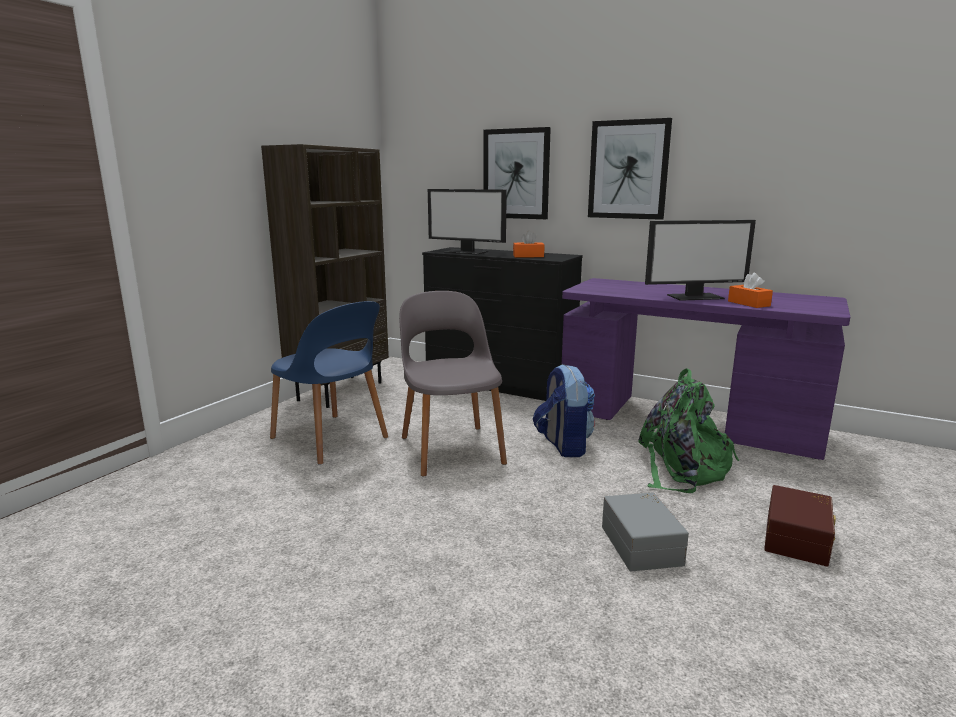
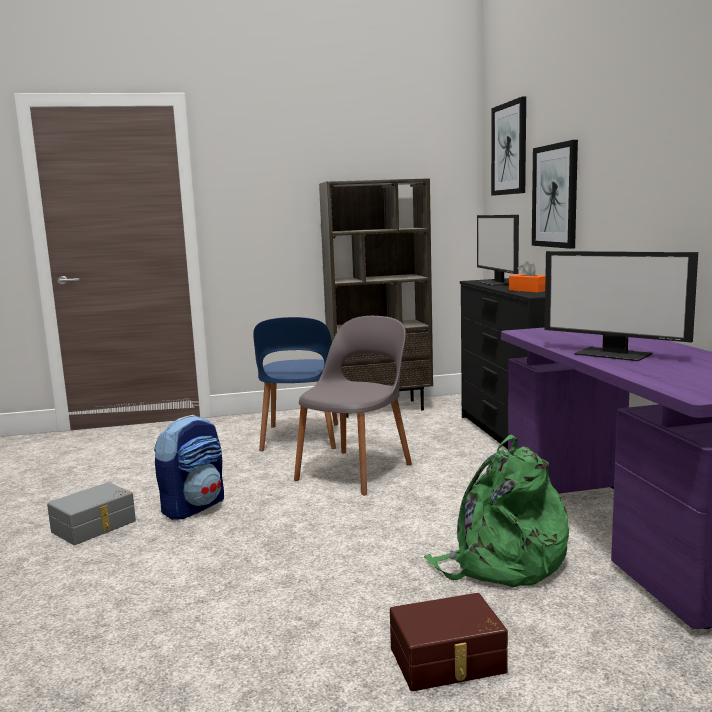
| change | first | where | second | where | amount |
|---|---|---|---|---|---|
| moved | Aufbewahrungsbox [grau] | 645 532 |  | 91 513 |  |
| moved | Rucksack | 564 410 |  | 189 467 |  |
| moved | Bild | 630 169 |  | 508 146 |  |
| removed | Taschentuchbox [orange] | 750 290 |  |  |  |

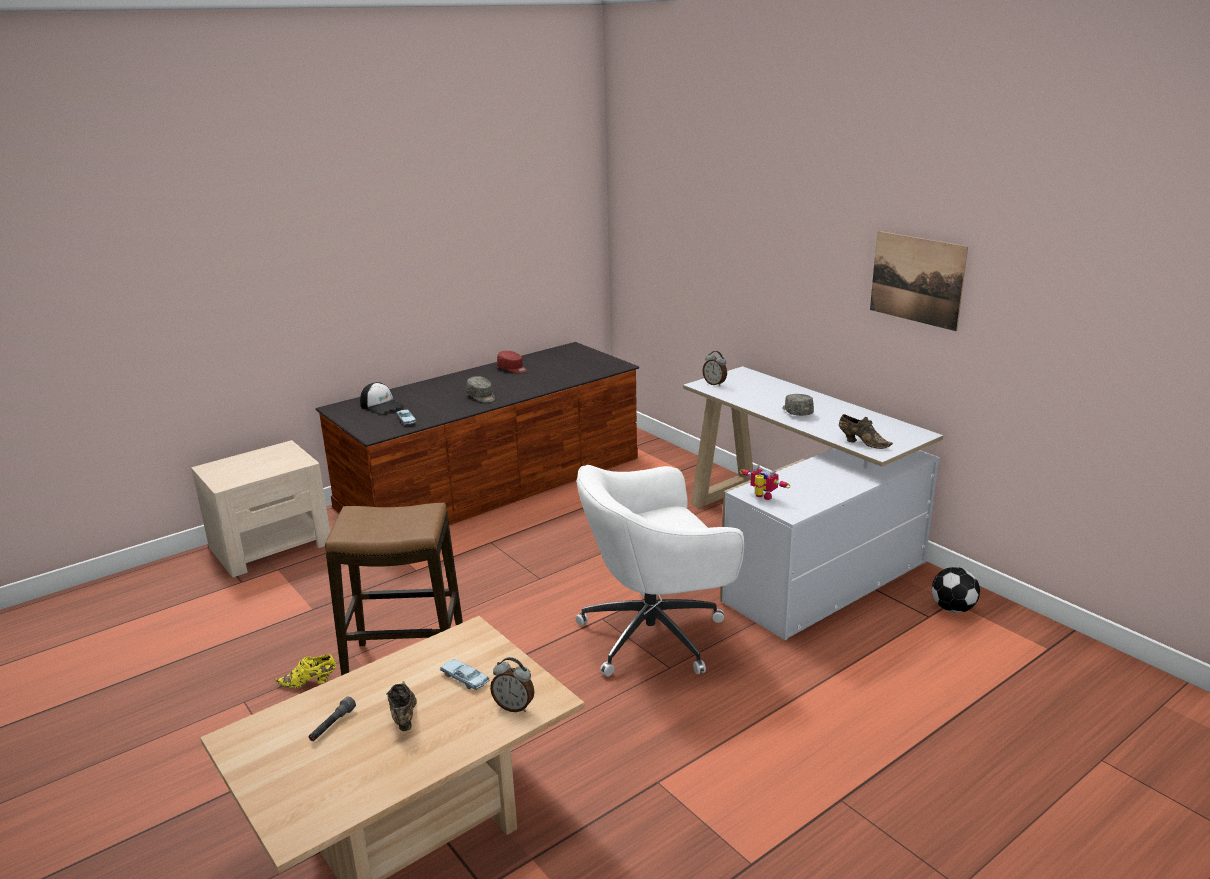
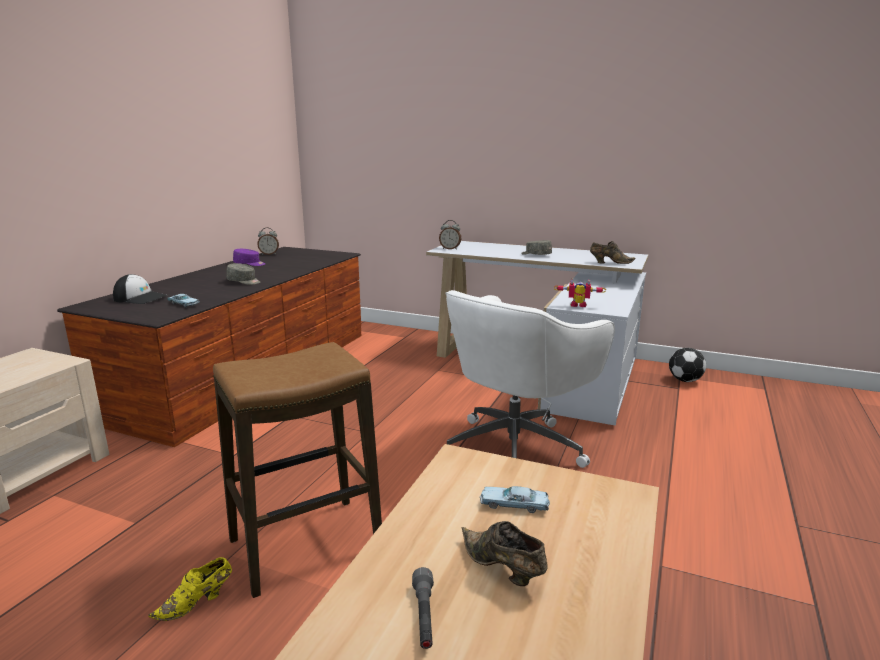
| change | first | where | second | where | amount |
|---|---|---|---|---|---|
| recoloured | Kappe [rot] | 512 362 | Kappe [lila] | 249 257 |  |
| moved | Wecker | 512 684 |  | 268 241 |  |
| removed | Bild | 919 281 |  |  |  |

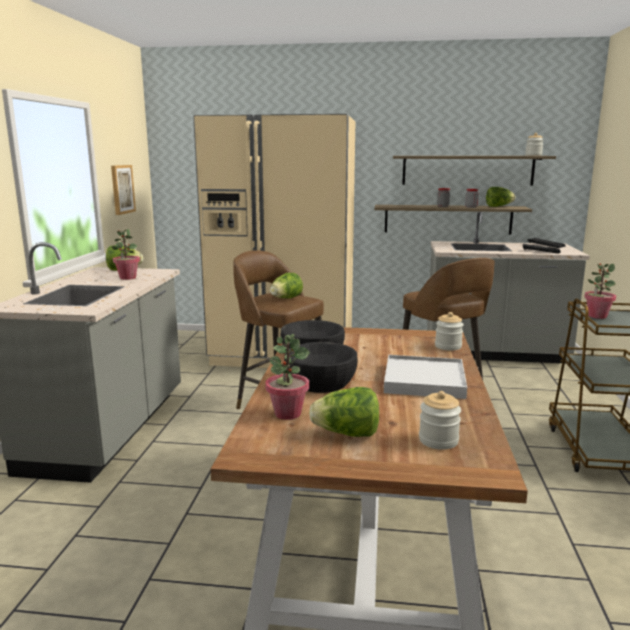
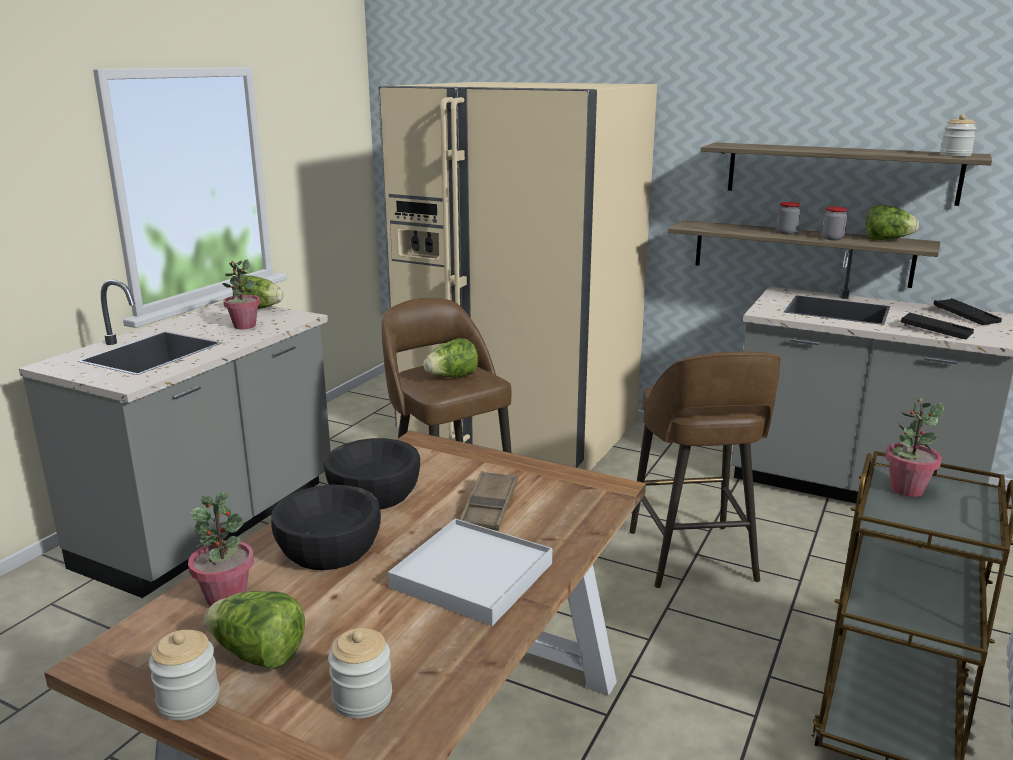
| change | first | where | second | where | amount |
|---|---|---|---|---|---|
| moved | Vorratsglas | 449 331 |  | 184 675 |  |
| added |  |  | Tablett [braun] | 489 501 |  |
| removed | Bild | 123 190 |  |  |  |

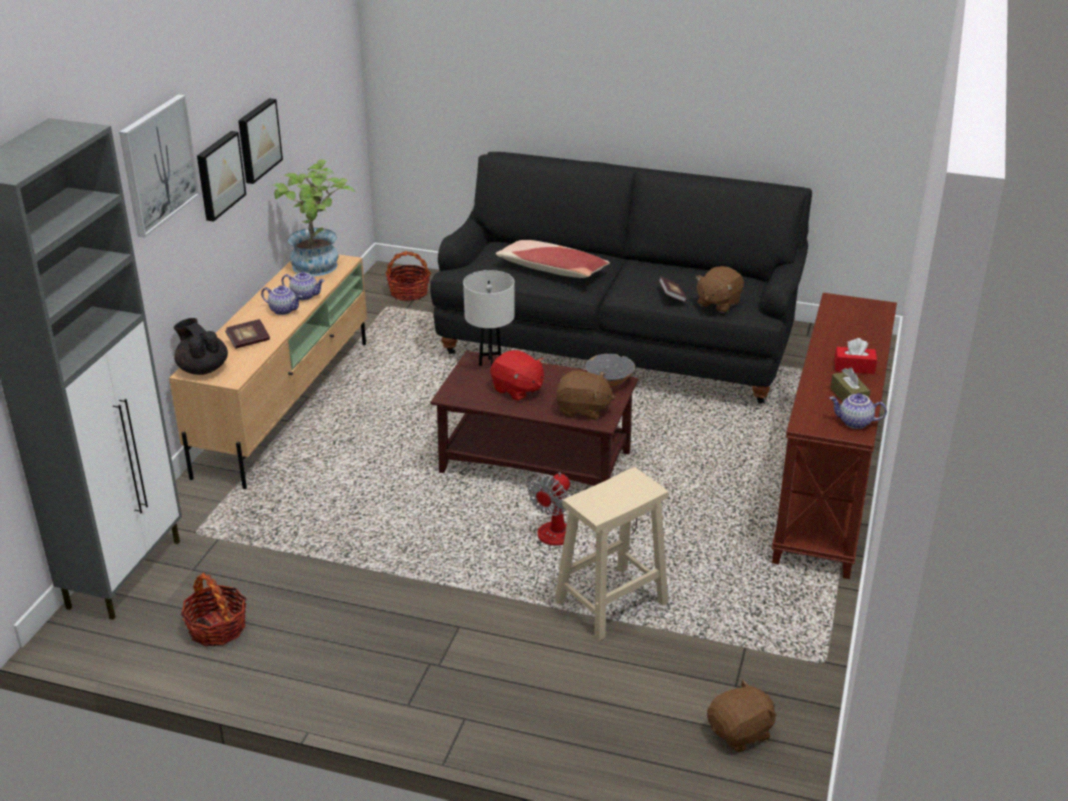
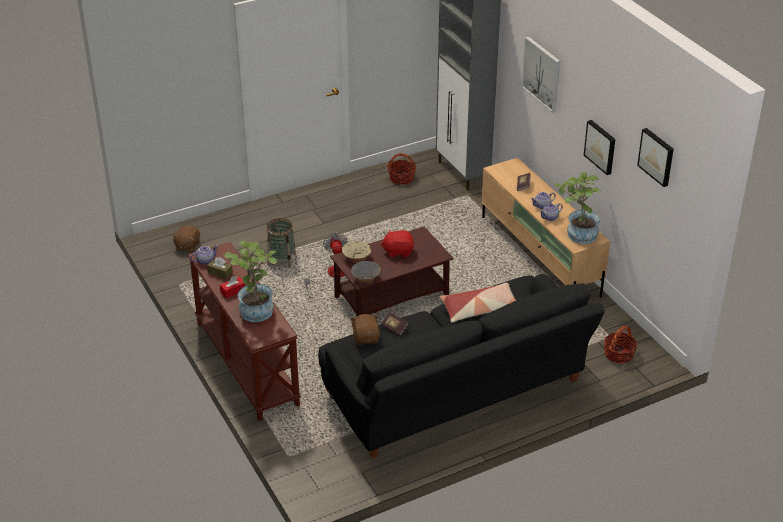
| change | first | where | second | where | amount |
|---|---|---|---|---|---|
| added |  |  | Topfpflanze | 251 281 |  |
| replaced | Hocker [beige] | 612 553 | Korb | 281 243 |  |
| replaced | Plüschtier [braun] | 585 395 | Schüssel [beige] | 356 251 |  |
| moved | Bild | 221 176 |  | 655 157 |  |
| removed | Teekanne [schwarz] | 201 346 |  |  |  |
| removed | Tischlampe [weiß] | 489 318 |  |  |  |

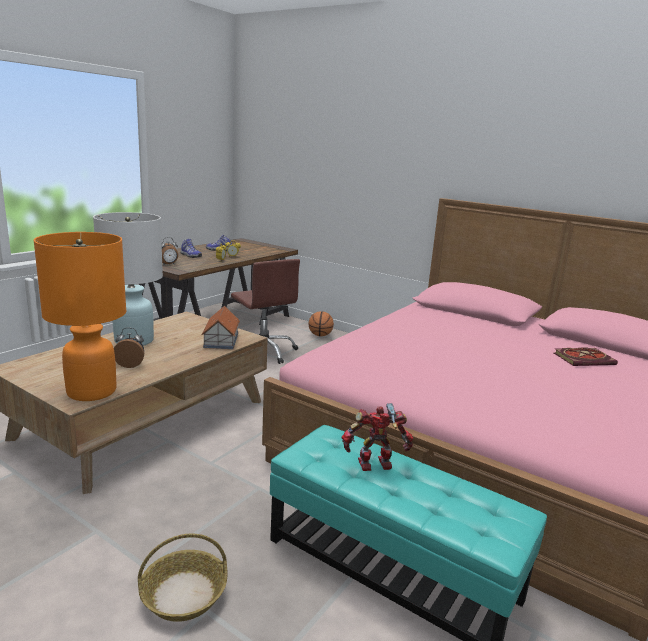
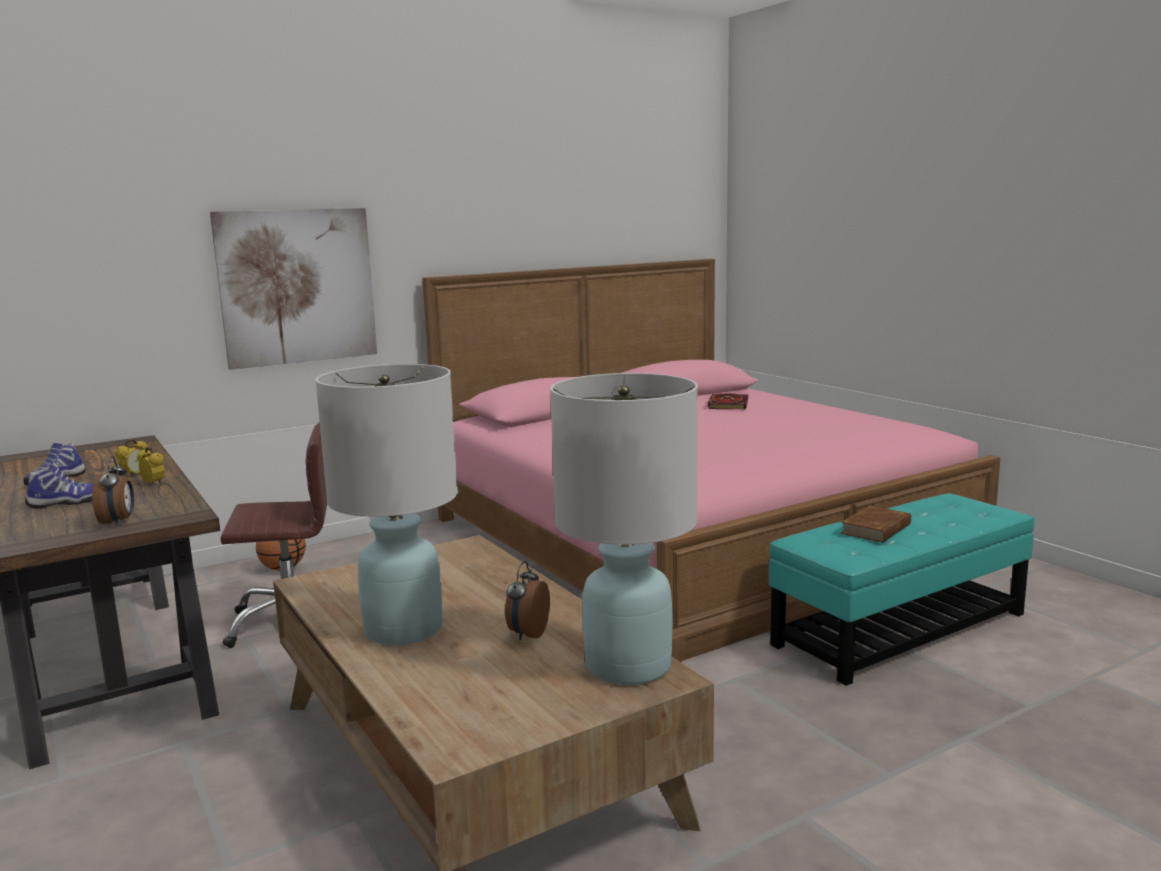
| change | first | where | second | where | amount |
|---|---|---|---|---|---|
| added |  |  | Bild | 293 289 |  |
| recoloured | Tischlampe [orange] | 79 316 | Tischlampe [weiß] | 624 529 |  |
| replaced | Spielzeugroboter | 377 437 | Buch [braun] | 876 524 |  |
| removed | Korb | 183 578 |  |  |  |
| removed | Spielzeughaus | 220 327 |  |  |  |

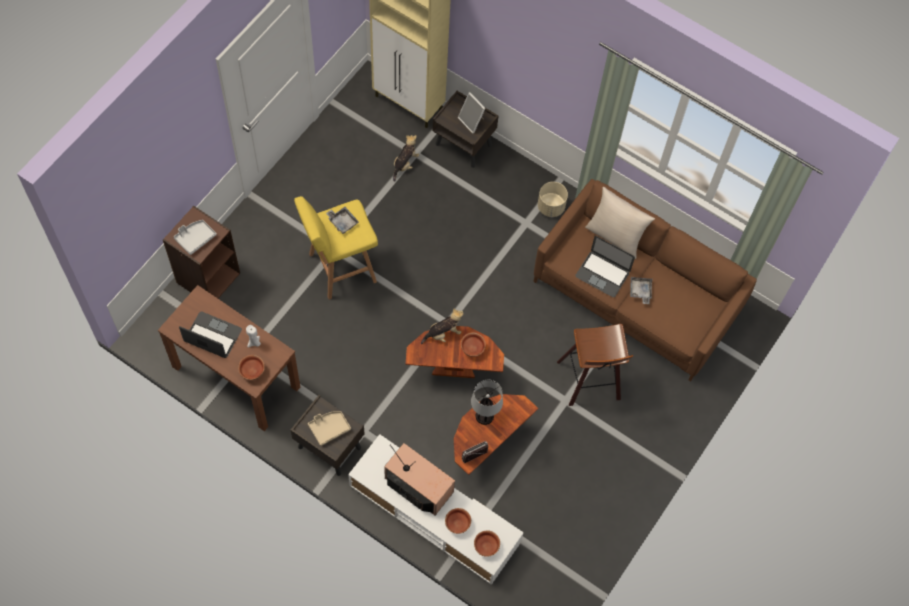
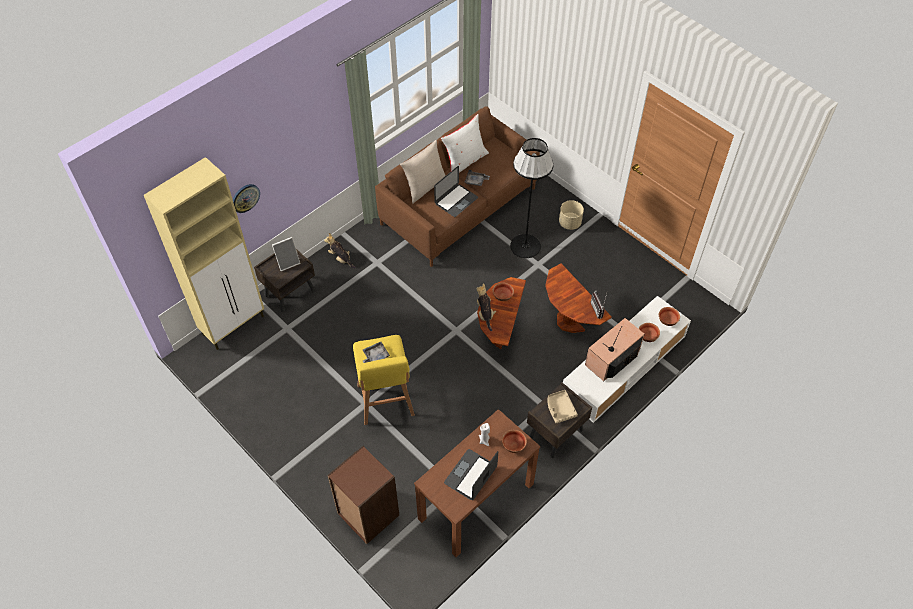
| change | first | where | second | where | amount |
|---|---|---|---|---|---|
| added |  |  | Wanduhr | 246 198 |  |
| moved | Plüschtier | 406 158 |  | 340 251 |  |
| added |  |  | Kissen [weiß] | 465 143 |  |
| replaced | Hocker | 595 365 | Stehlampe [schwarz] | 532 198 |  |
| moved | Pflanzkübel [beige] | 553 199 |  | 571 215 |  |
| removed | Tablett [grau] | 195 237 |  |  |  |
| removed | Tischlampe | 487 402 |  |  |  |

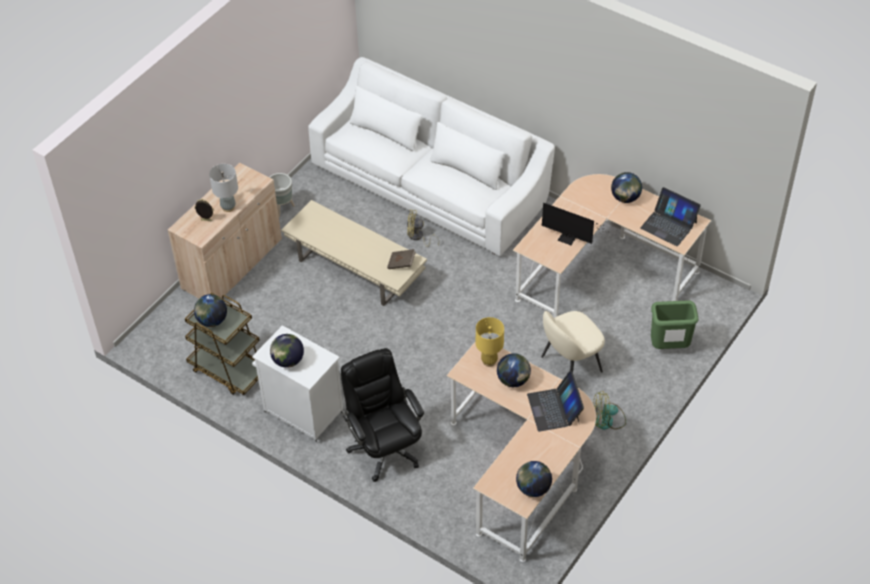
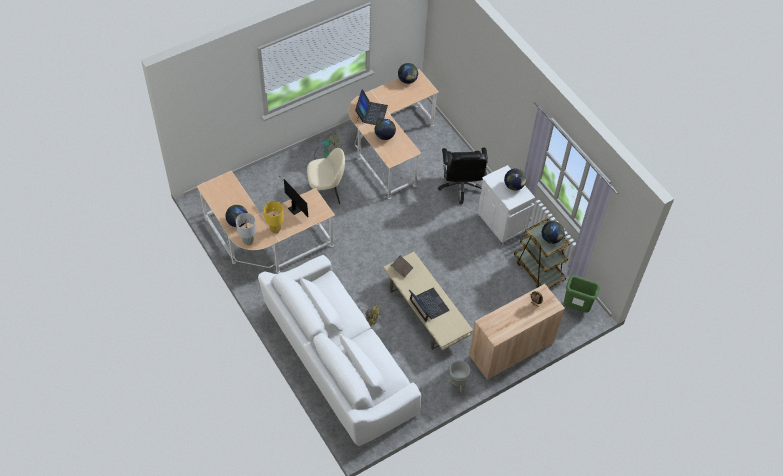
| change | first | where | second | where | amount |
|---|---|---|---|---|---|
| moved | Tischlampe [grau] | 223 188 |  | 246 229 |  |
| moved | Tischlampe [gelb] | 490 342 |  | 274 217 |  |
| moved | Laptop | 670 216 |  | 429 305 |  |
| moved | Mülleimer [grün] | 675 324 |  | 582 294 |  |

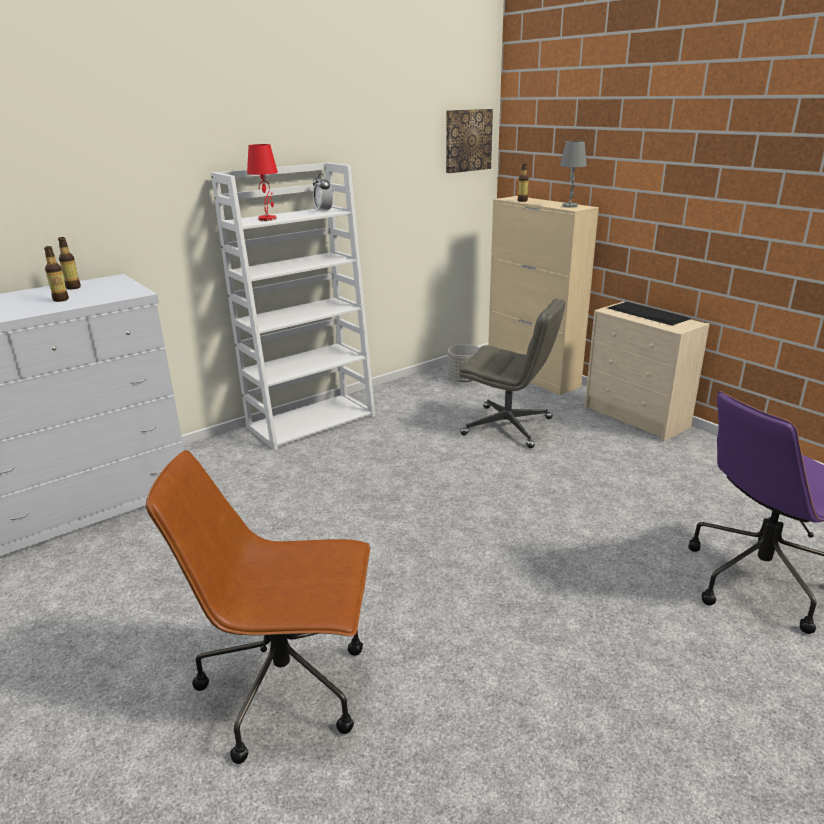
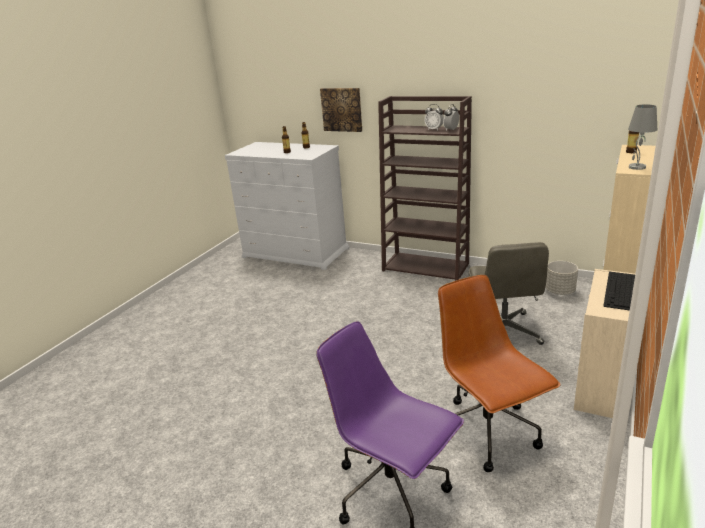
| change | first | where | second | where | amount |
|---|---|---|---|---|---|
| moved | Bild | 469 141 |  | 341 110 |  |
| recoloured | Bücherregal [weiß] | 293 306 | Bücherregal [braun] | 425 188 |  |
| added |  |  | Wecker | 434 117 |  |
| moved | Bürostuhl [braun] | 258 607 |  | 499 373 |  |
| removed | Tischlampe [rot] | 262 182 |  |  |  |

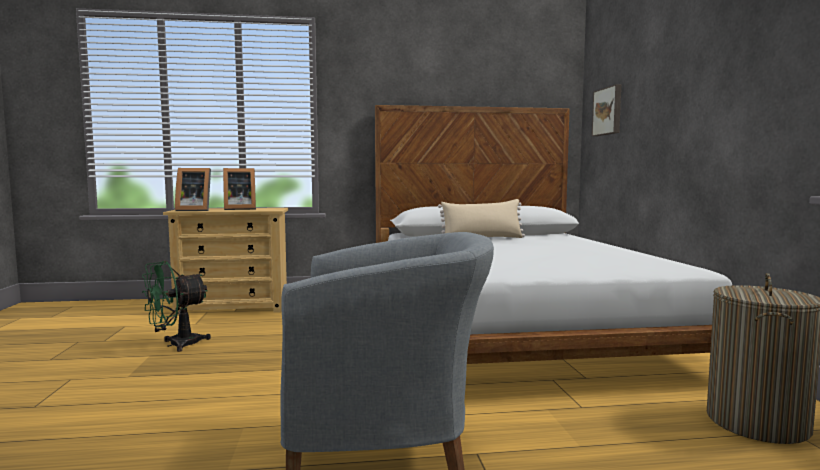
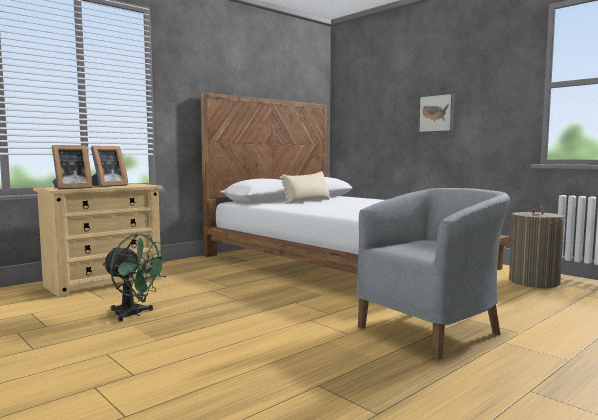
| change | first | where | second | where | amount |
|---|---|---|---|---|---|
| turned | Ventilator [grün] | 176 306 |  | 135 278 | 75 degrees counterclockwise |
| moved | Bild | 606 110 |  | 436 113 |  |

